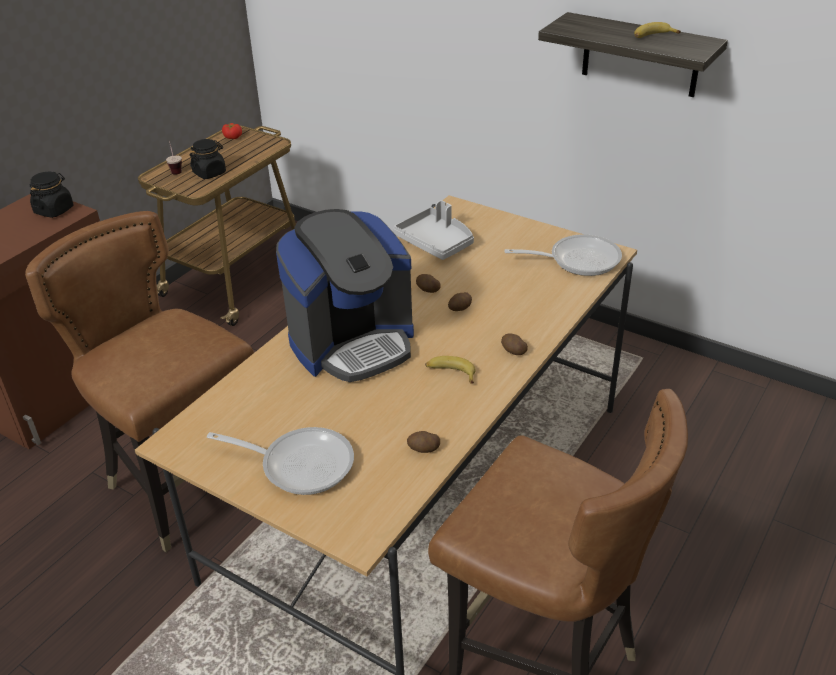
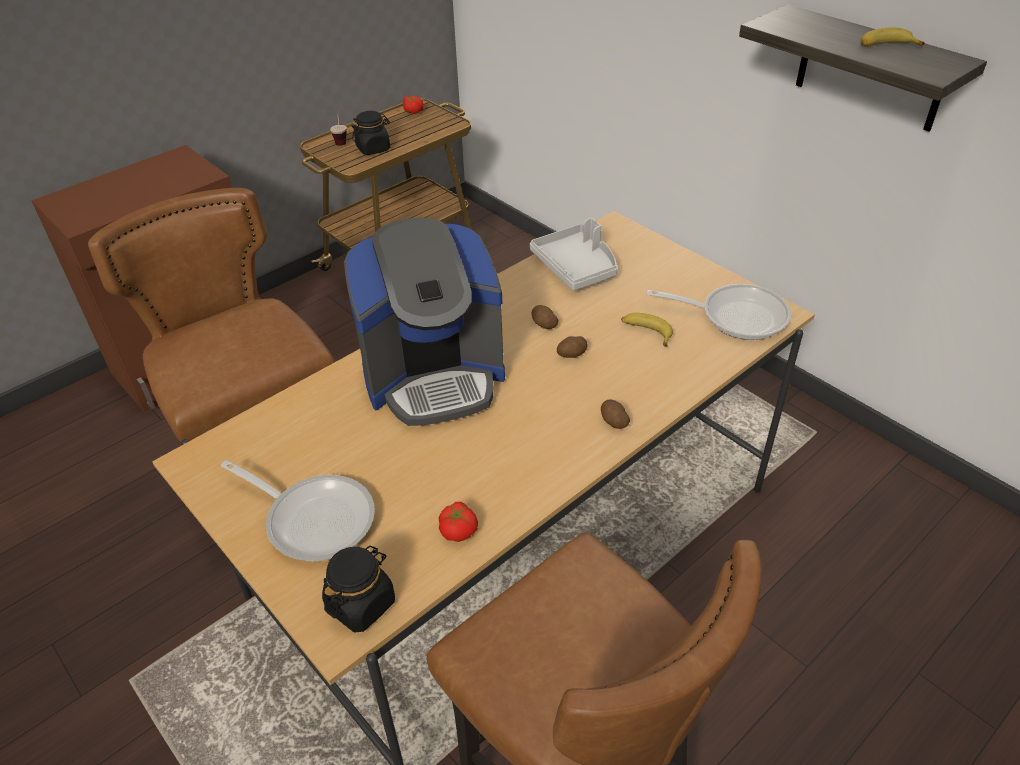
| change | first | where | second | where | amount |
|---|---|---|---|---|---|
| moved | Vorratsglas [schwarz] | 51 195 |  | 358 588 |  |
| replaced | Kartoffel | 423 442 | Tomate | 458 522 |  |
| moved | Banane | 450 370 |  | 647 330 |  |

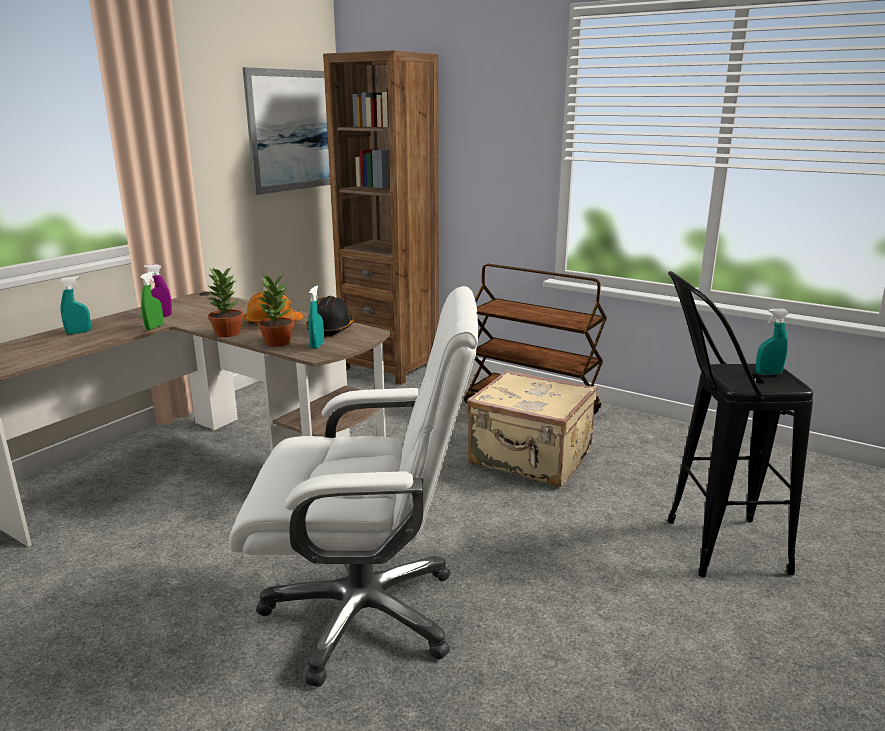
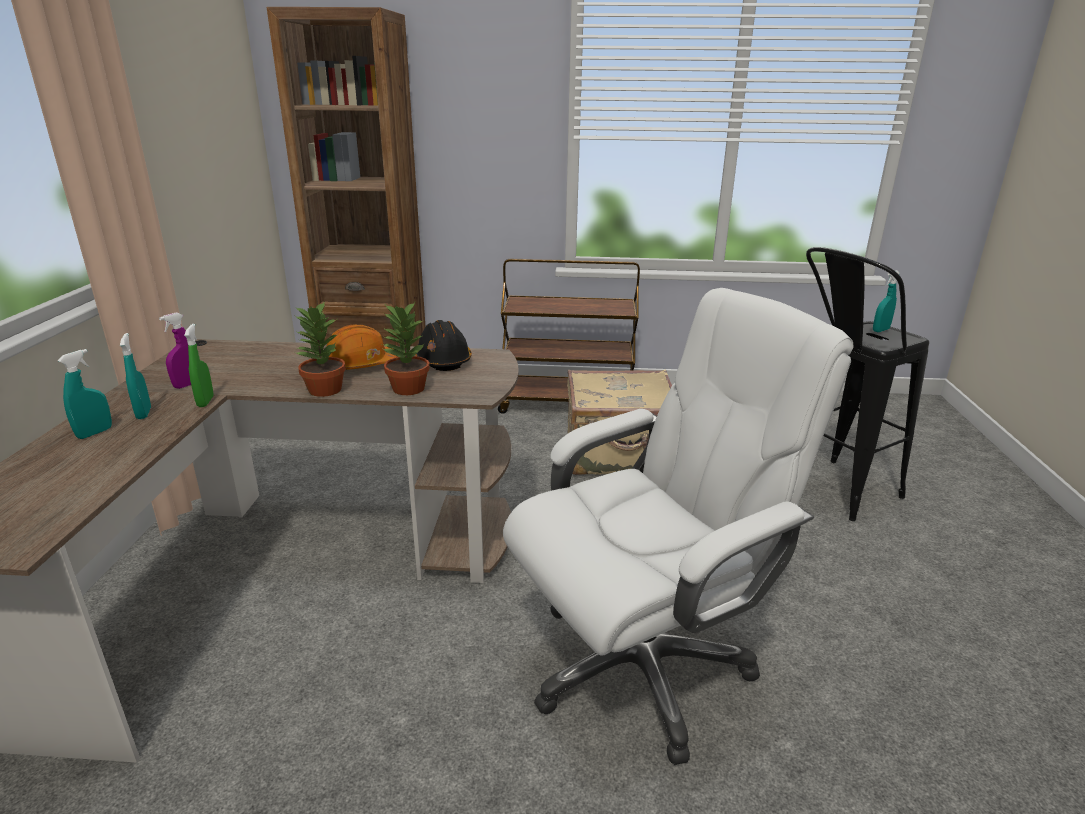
| change | first | where | second | where | amount |
|---|---|---|---|---|---|
| moved | Sprühflasche [türkis] | 316 317 |  | 135 376 |  |
| removed | Bild | 286 131 |  |  |  |

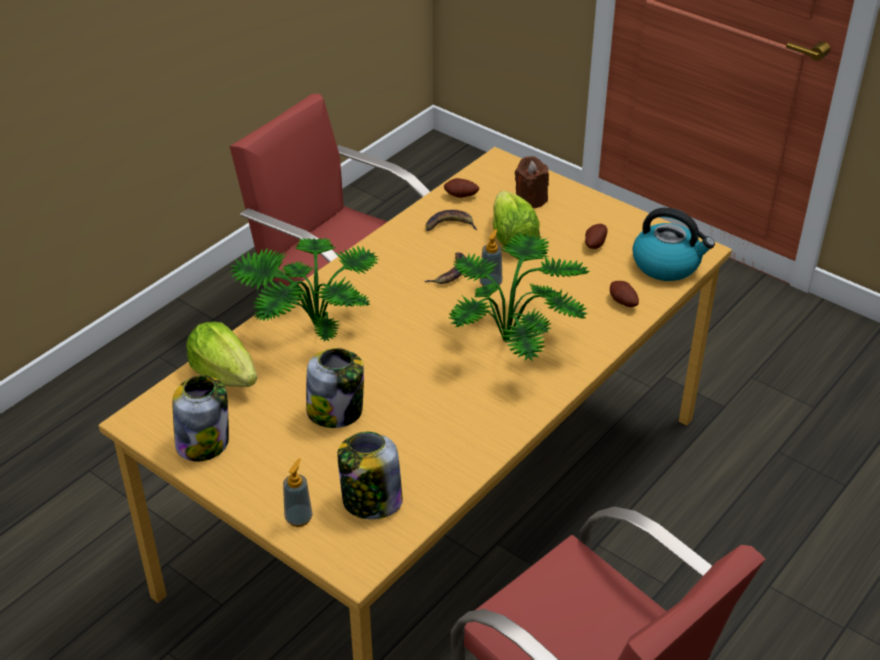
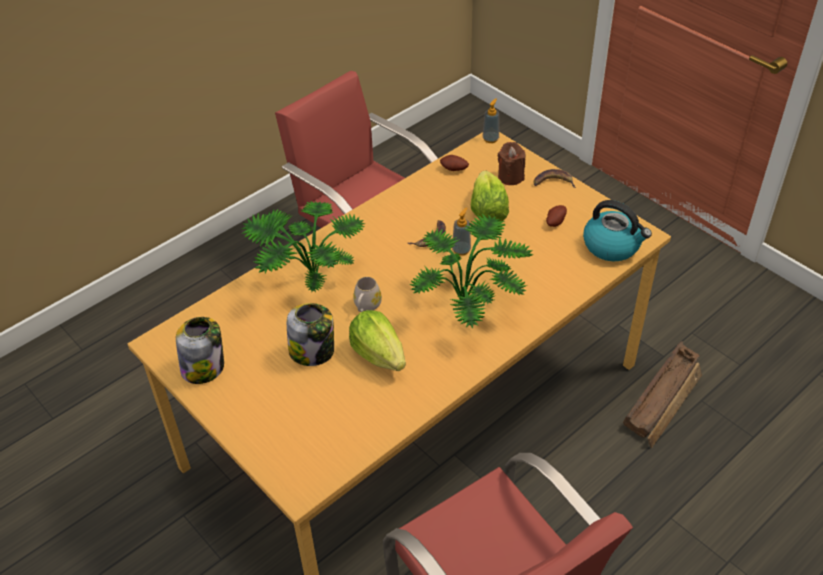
| change | first | where | second | where | amount |
|---|---|---|---|---|---|
| moved | Salatkopf | 221 354 |  | 377 340 |  |
| added |  |  | Henkelbecher [weiß] | 367 294 |  |
| moved | Seifenspender | 298 492 |  | 491 121 |  |
| moved | Banane | 452 220 |  | 555 178 |  |
| added |  |  | Kiste | 662 394 |  |
| removed | Vorratsglas | 370 475 |  |  |  |
| removed | Kartoffel | 624 294 |  |  |  |

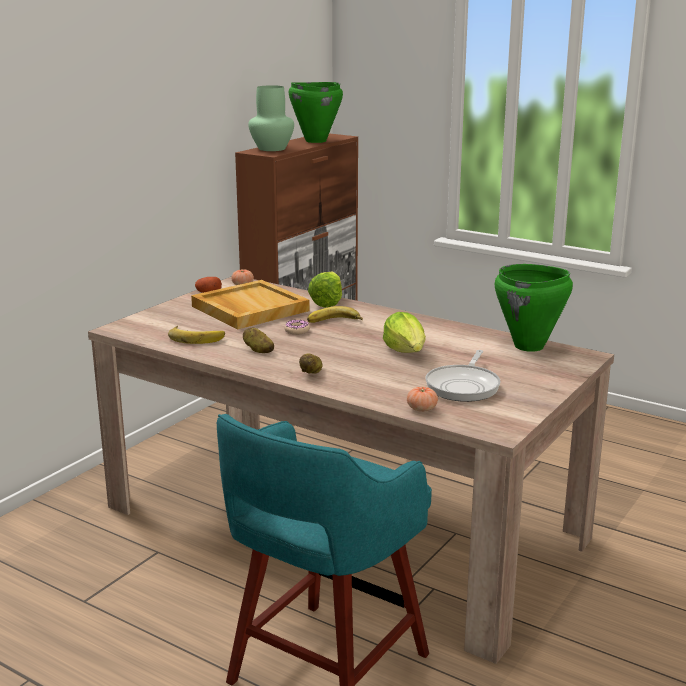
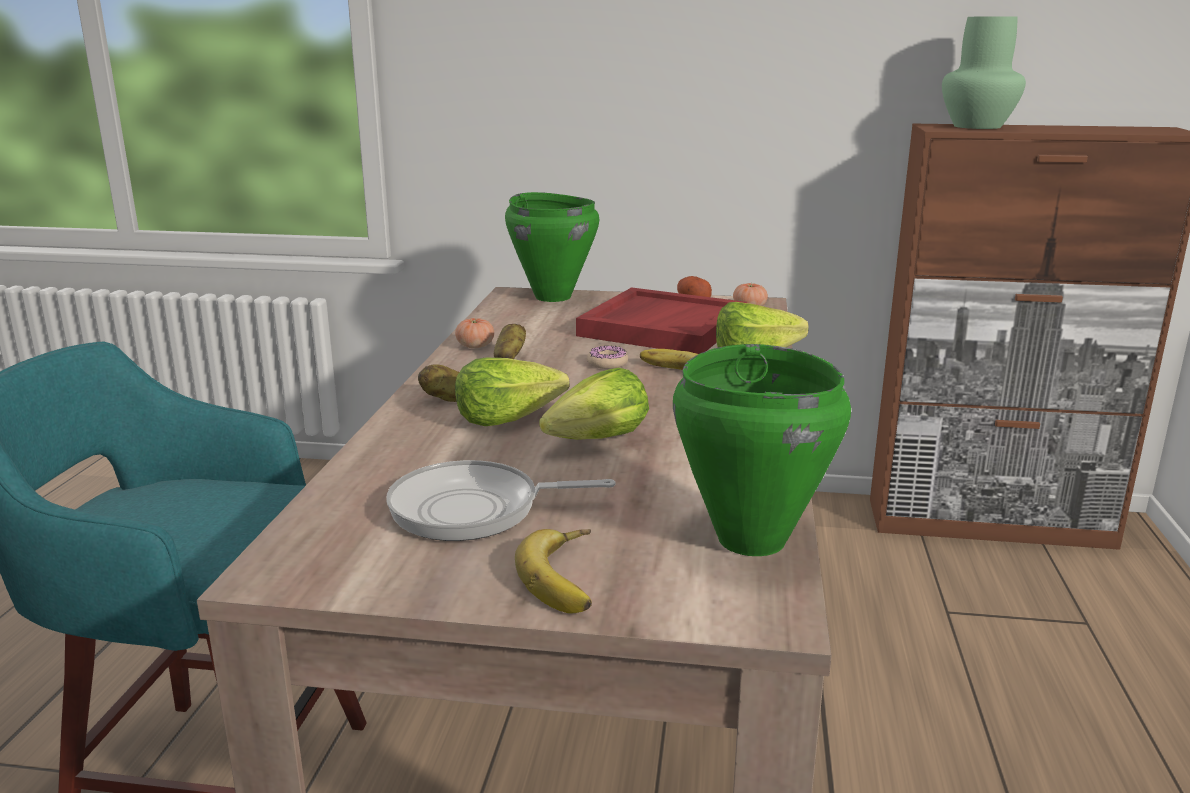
| change | first | where | second | where | amount |
|---|---|---|---|---|---|
| moved | Tomate | 422 399 |  | 474 333 |  |
| added |  |  | Salatkopf | 512 392 |  |
| moved | Kochtopf [grün] | 316 112 |  | 552 247 |  |
| moved | Banane | 196 335 |  | 553 571 |  |
| recoloured | Tablett [beige] | 250 304 | Tablett [rot] | 661 320 |  |

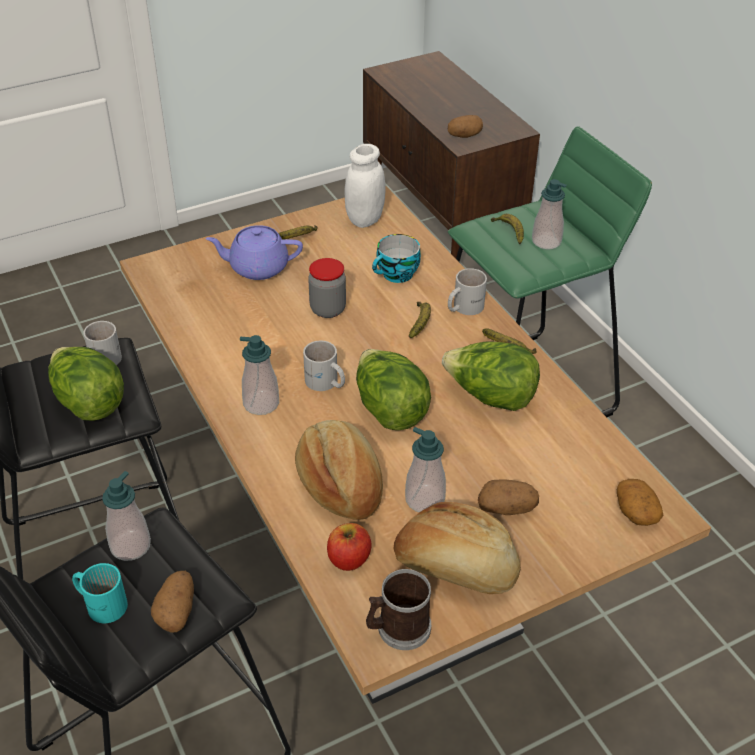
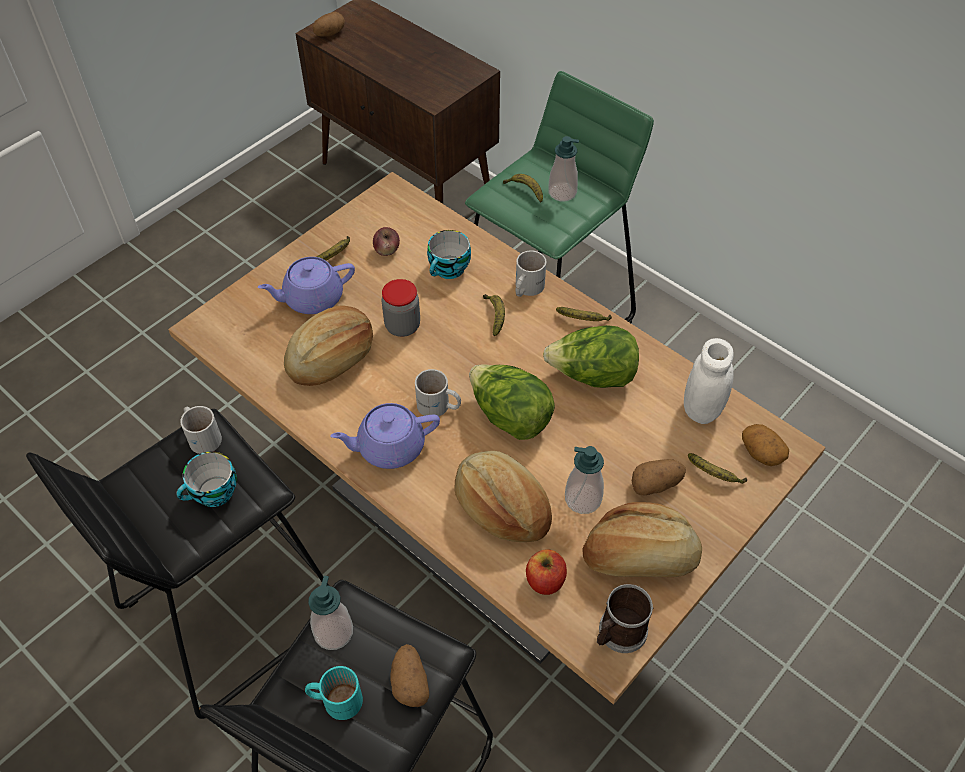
| change | first | where | second | where | amount |
|---|---|---|---|---|---|
| replaced | Salatkopf | 86 384 | Tasse | 206 479 |  |
| added |  |  | Brot | 328 345 |  |
| moved | Kartoffel | 465 126 |  | 329 24 |  |
| replaced | Seifenspender | 259 375 | Teekanne [lila] | 385 436 |  |
| added |  |  | Apfel | 386 241 |  |
| moved | Vorratsglas [weiß] | 365 186 |  | 709 381 |  |
| added |  |  | Banane | 717 468 |  |

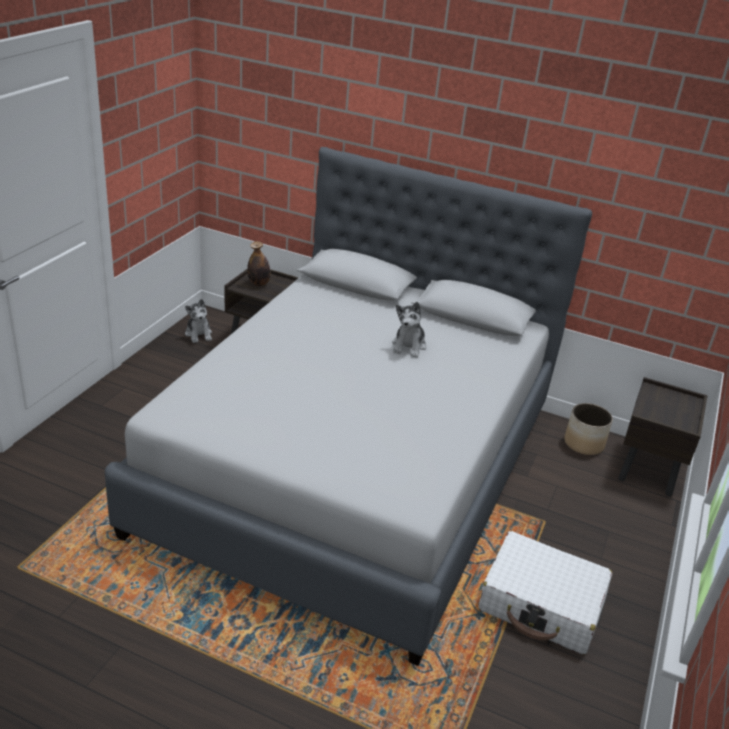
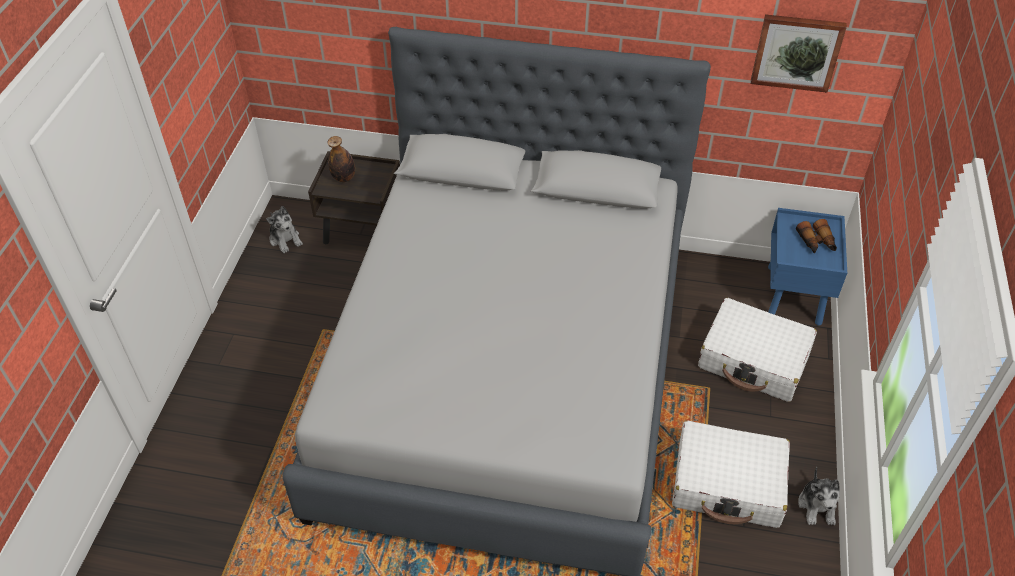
| change | first | where | second | where | amount |
|---|---|---|---|---|---|
| added |  |  | Koffer [weiß] | 757 350 |  |
| added |  |  | Bild | 799 53 |  |
| recoloured | Nachttisch [braun] | 663 437 | Nachttisch [blau] | 807 267 |  |
| added |  |  | Fernglas | 816 236 |  |
| moved | Plüschtier | 409 330 |  | 819 496 |  |
| removed | Pflanzkübel | 588 429 |  |  |  |

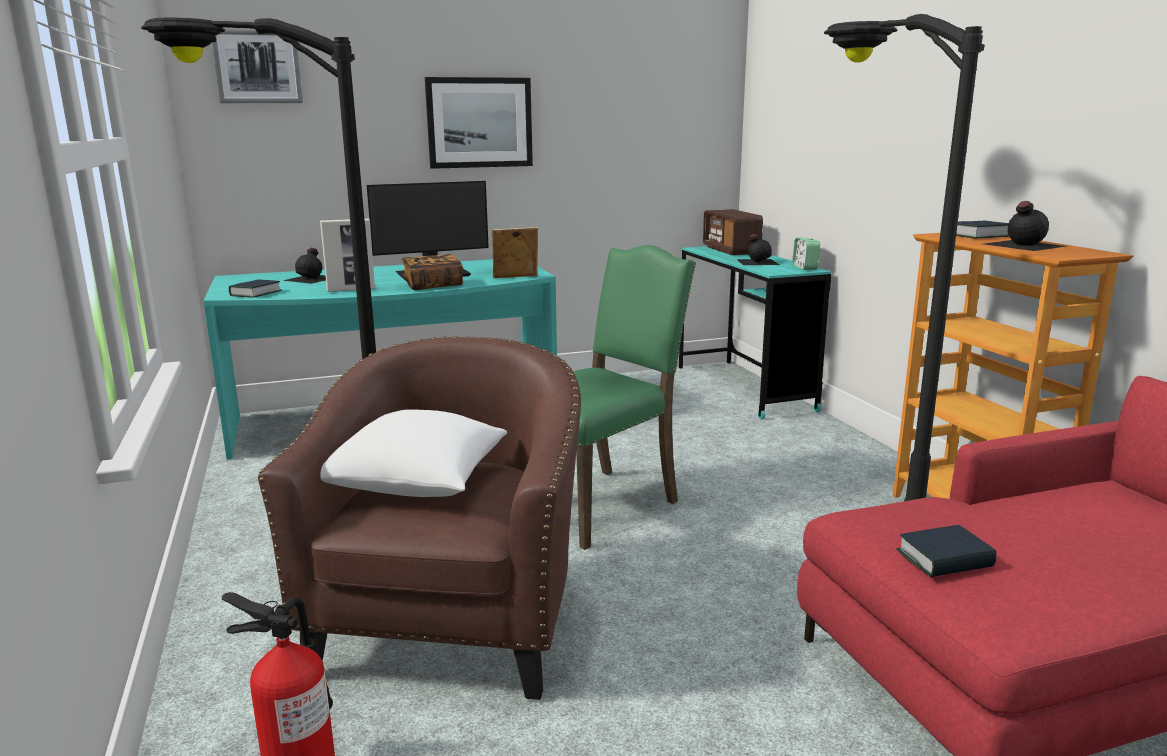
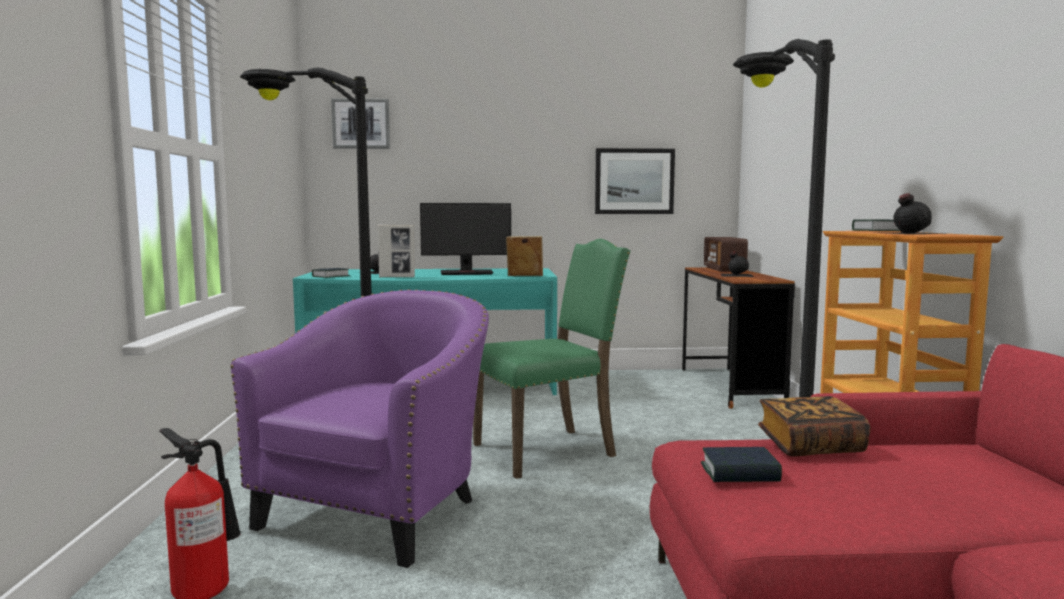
| change | first | where | second | where | amount |
|---|---|---|---|---|---|
| recoloured | Sessel [braun] | 419 518 | Sessel [lila] | 359 428 |  |
| moved | Bild | 479 123 |  | 635 181 |  |
| recoloured | Schreibtisch [türkis] | 755 332 | Schreibtisch [braun] | 738 338 |  |
| moved | Buch | 432 272 |  | 814 426 |  |
| removed | Kissen [weiß] | 413 453 |  |  |  |
| removed | Wecker | 806 254 |  |  |  |

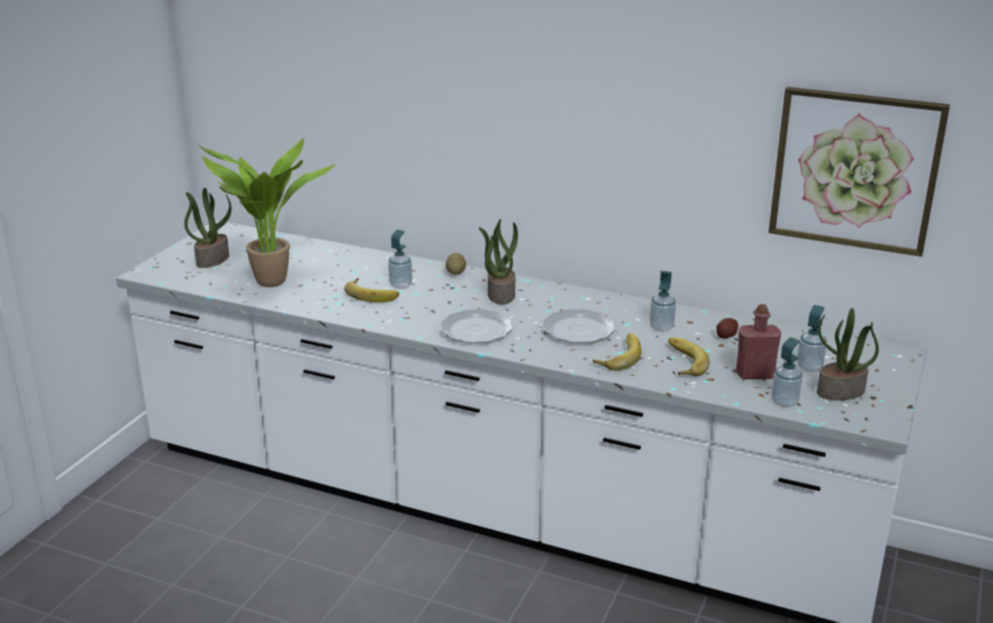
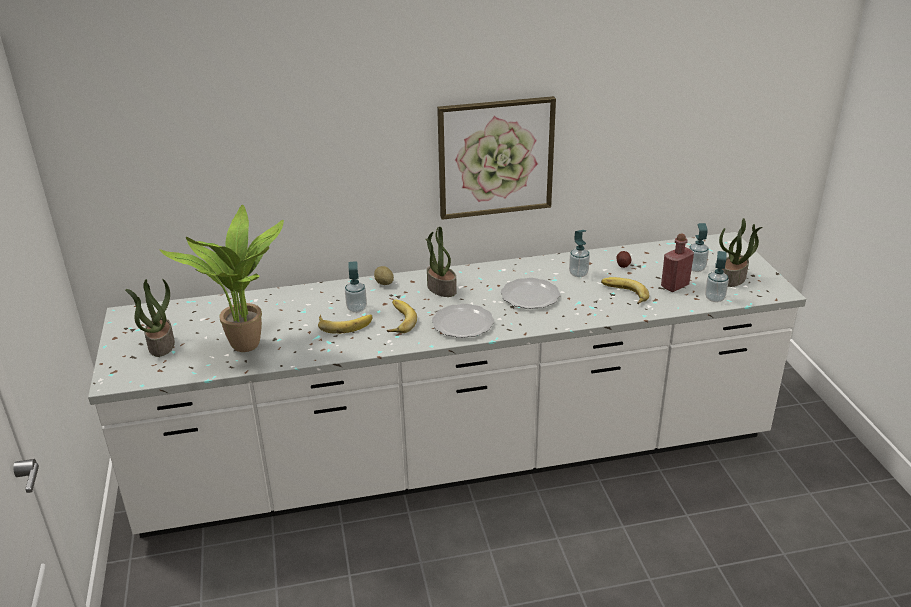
| change | first | where | second | where | amount |
|---|---|---|---|---|---|
| moved | Banane | 617 352 |  | 402 316 |  |
| moved | Bild | 859 172 |  | 496 158 |  |

